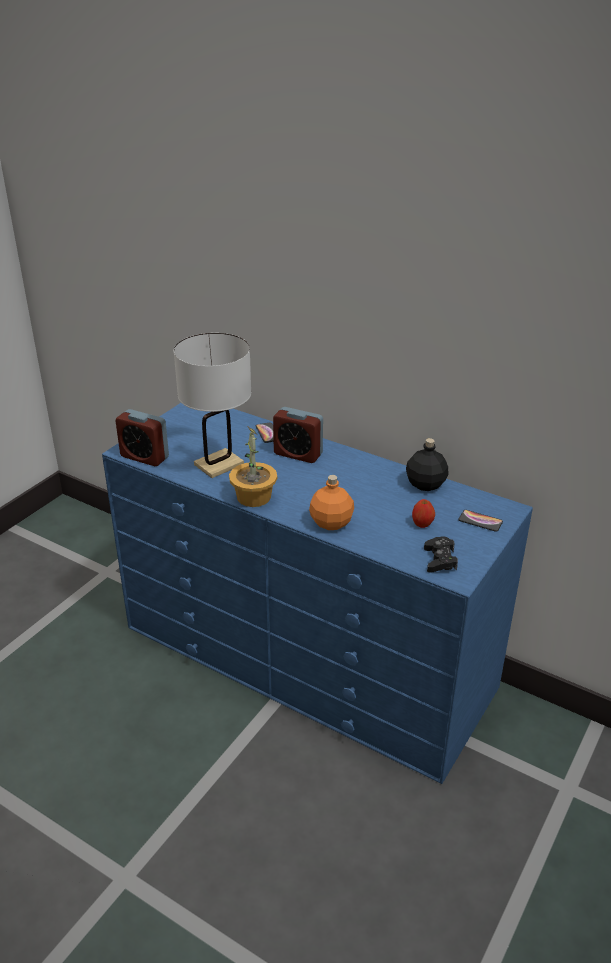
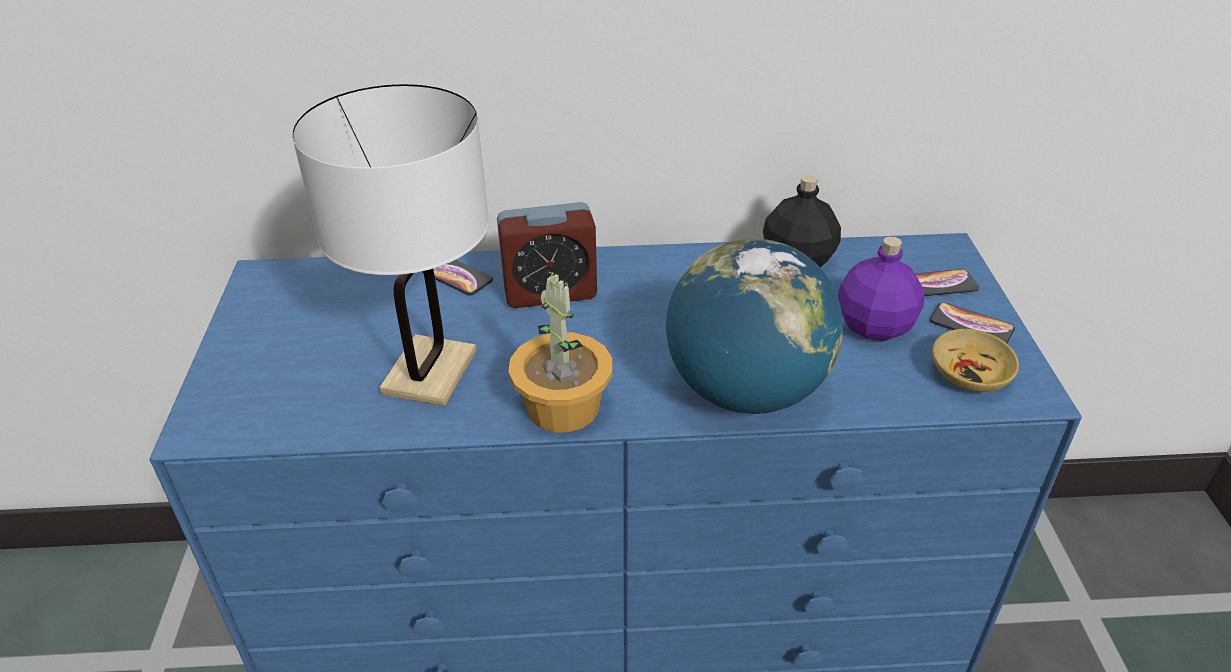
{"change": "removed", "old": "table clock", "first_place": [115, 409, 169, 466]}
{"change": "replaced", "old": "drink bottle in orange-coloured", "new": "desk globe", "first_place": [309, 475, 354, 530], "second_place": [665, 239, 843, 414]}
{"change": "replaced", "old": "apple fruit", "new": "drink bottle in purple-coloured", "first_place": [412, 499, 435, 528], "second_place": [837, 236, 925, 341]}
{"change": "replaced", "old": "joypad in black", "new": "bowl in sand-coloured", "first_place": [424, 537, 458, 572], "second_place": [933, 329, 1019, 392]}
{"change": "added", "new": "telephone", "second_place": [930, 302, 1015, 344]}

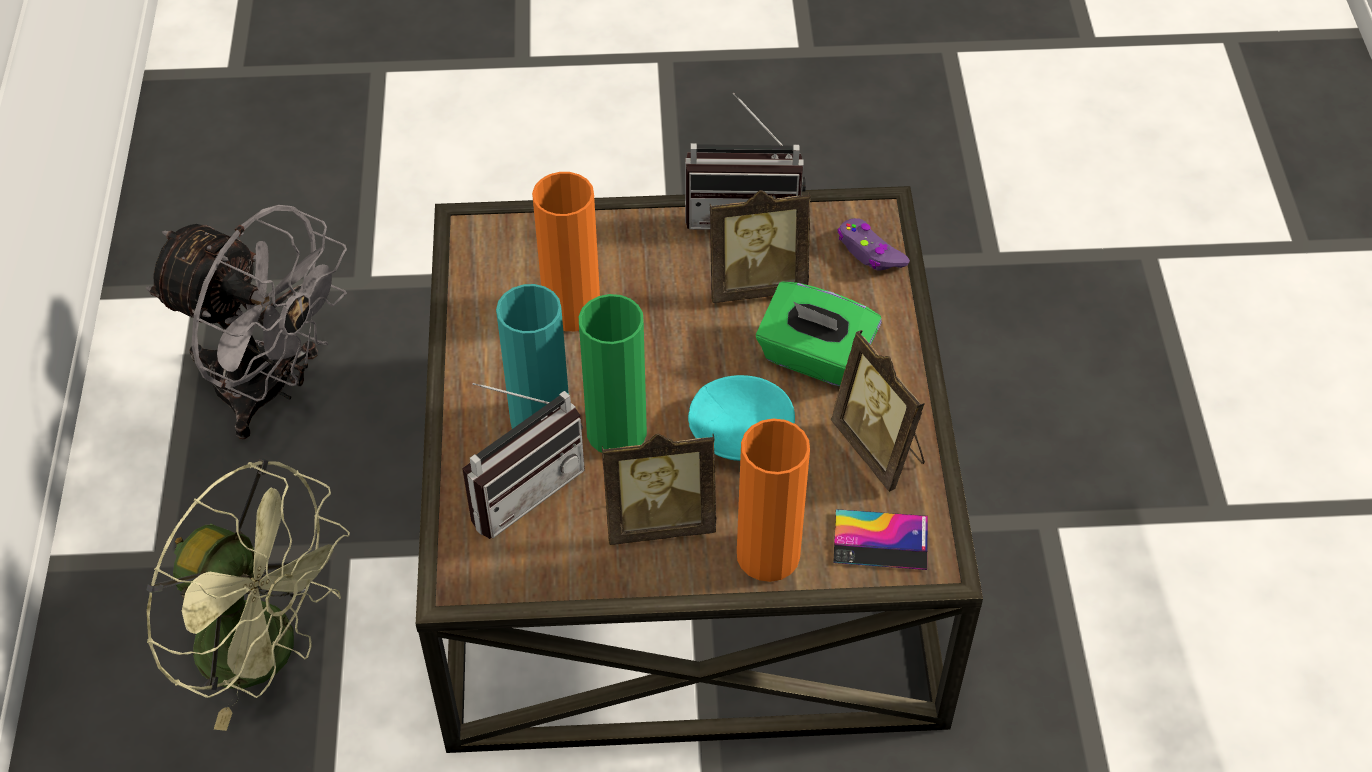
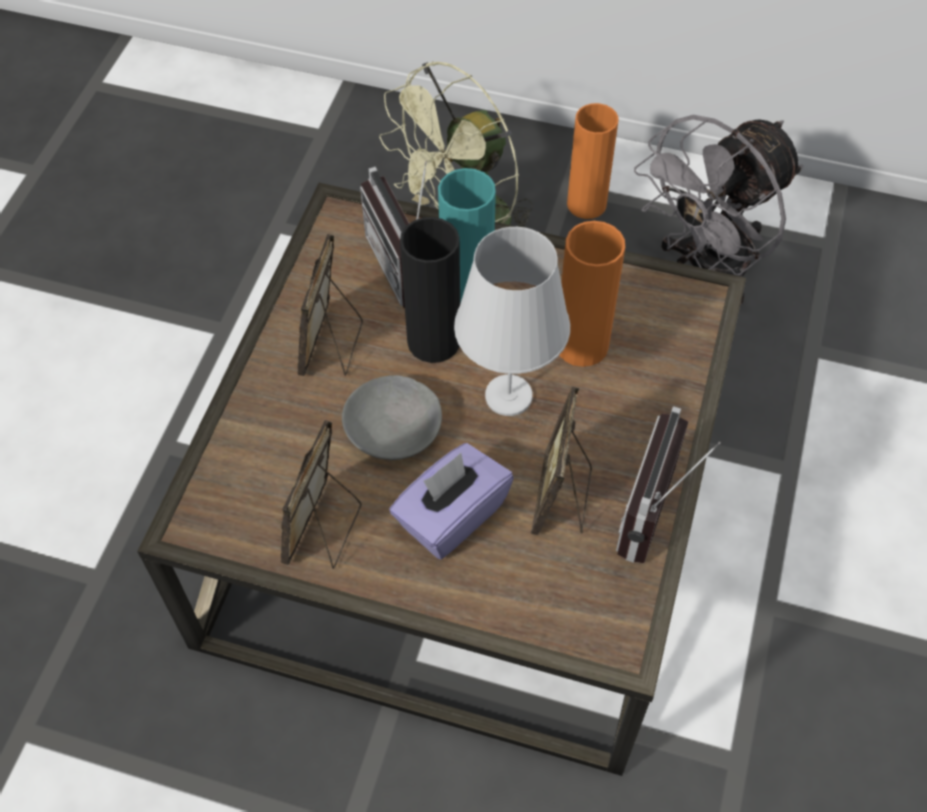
{"change": "removed", "old": "joypad in purple-coloured", "first_place": [837, 218, 910, 271]}
{"change": "recoloured", "old": "box of tissues in greenish", "new": "box of tissues in purple-coloured", "first_place": [756, 281, 882, 387], "second_place": [389, 443, 514, 560]}
{"change": "recoloured", "old": "vase in greenish", "new": "vase in black", "first_place": [579, 294, 647, 453], "second_place": [400, 217, 460, 363]}
{"change": "turned", "old": "photo frame", "first_place": [831, 330, 925, 492], "second_place": [281, 420, 362, 569], "degrees": -60}
{"change": "recoloured", "old": "bowl in turquoise-coloured", "new": "bowl in gray", "first_place": [688, 375, 795, 461], "second_place": [342, 375, 442, 460]}
{"change": "moved", "old": "vase in orange-coloured", "first_place": [737, 418, 810, 582], "second_place": [567, 103, 619, 219]}
{"change": "removed", "old": "telephone", "first_place": [833, 509, 928, 570]}
{"change": "added", "new": "tabletop lamp in white", "second_place": [454, 227, 570, 416]}

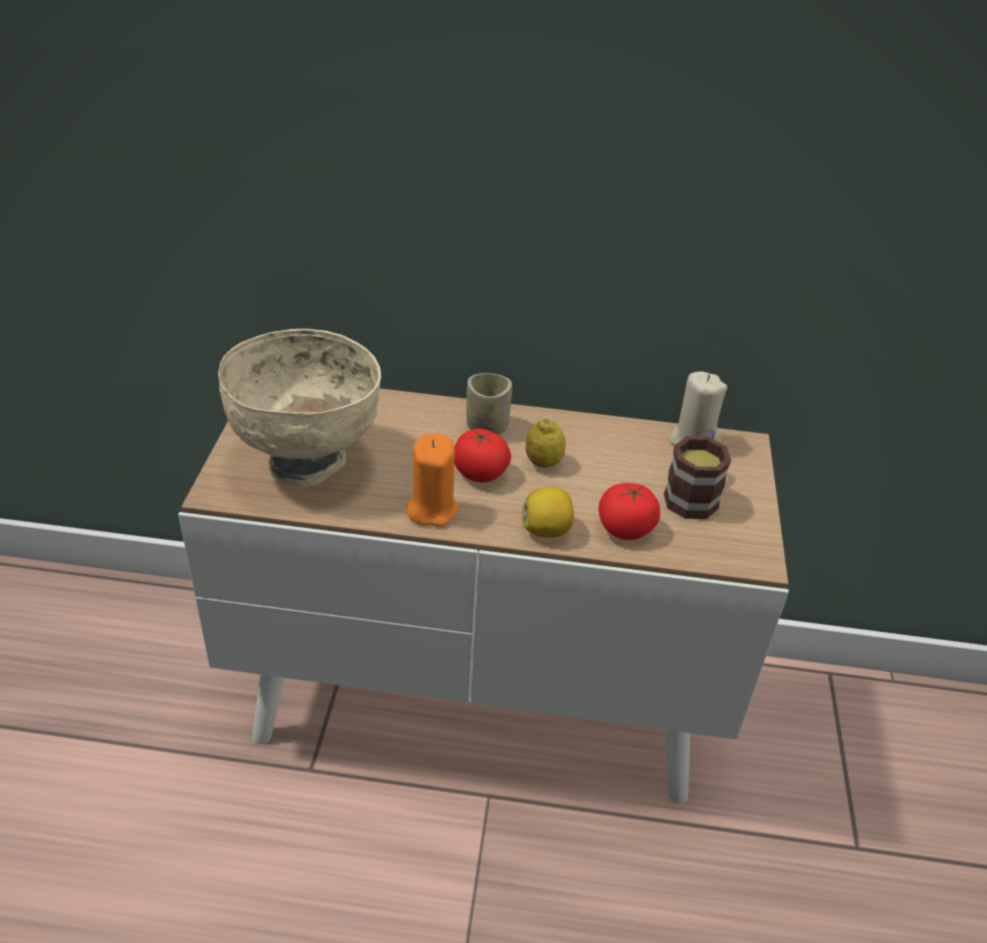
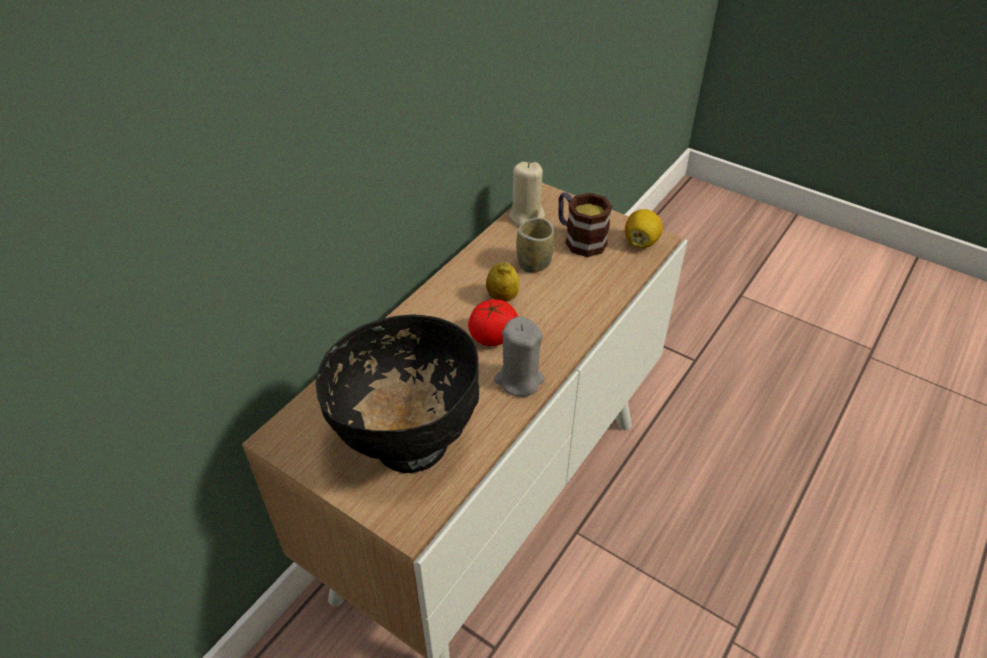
{"change": "recoloured", "old": "bowl in sand-coloured", "new": "bowl in black", "first_place": [218, 329, 381, 487], "second_place": [316, 314, 479, 473]}
{"change": "moved", "old": "cup", "first_place": [466, 373, 512, 434], "second_place": [516, 218, 554, 273]}
{"change": "recoloured", "old": "wax light in orange-coloured", "new": "wax light in gray", "first_place": [406, 434, 458, 526], "second_place": [494, 316, 544, 397]}
{"change": "removed", "old": "whole tomato", "first_place": [598, 483, 660, 540]}
{"change": "moved", "old": "whole lemon", "first_place": [521, 487, 574, 537], "second_place": [625, 209, 663, 248]}

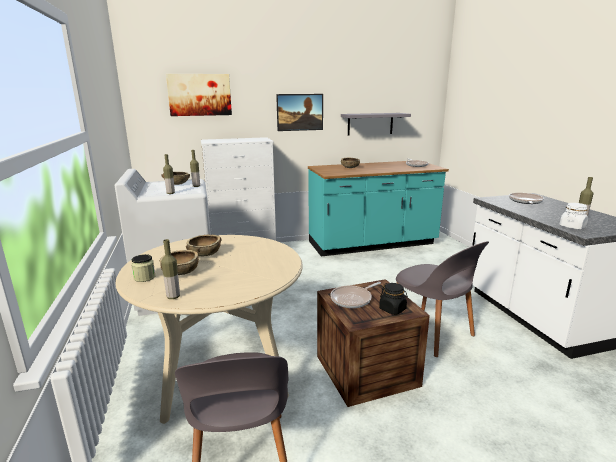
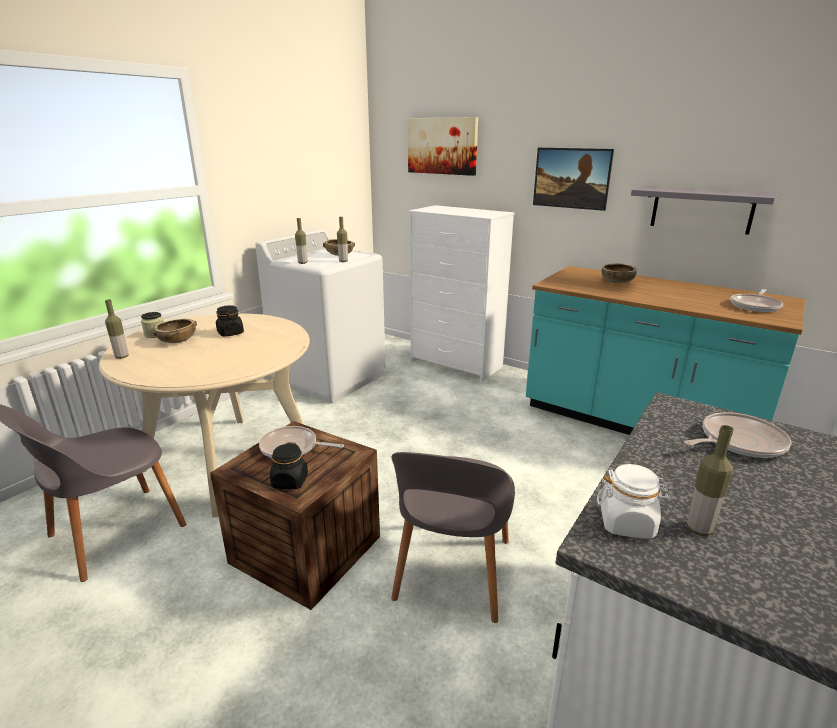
{"change": "replaced", "old": "bowl in brownish", "new": "storage jar in black", "first_place": [186, 235, 221, 256], "second_place": [216, 305, 244, 337]}

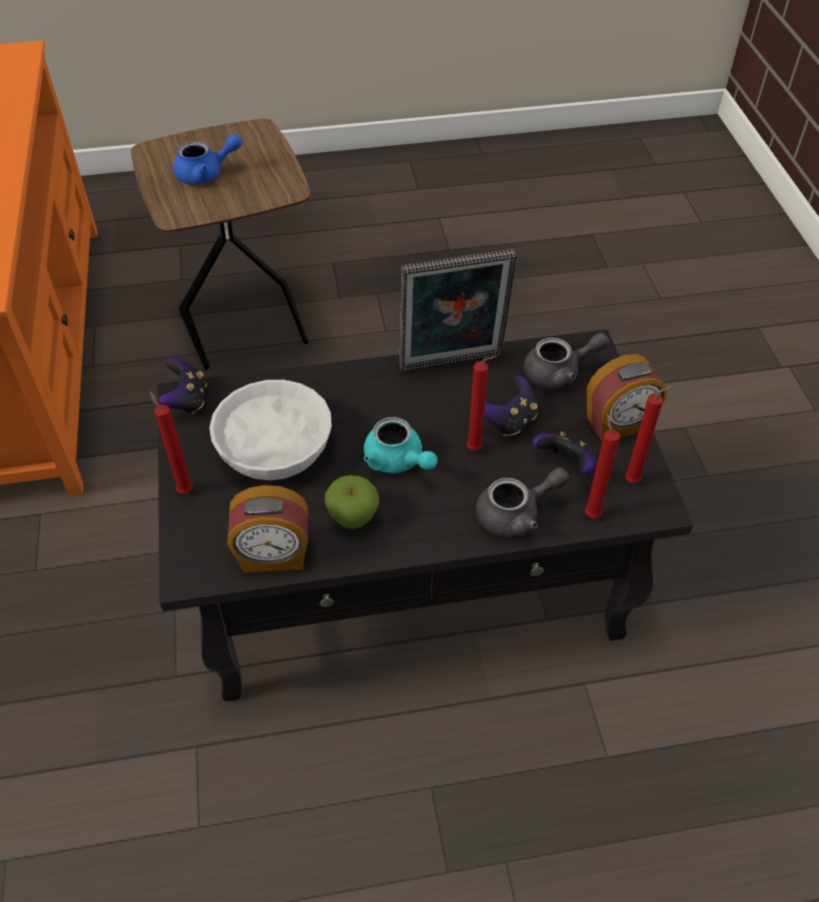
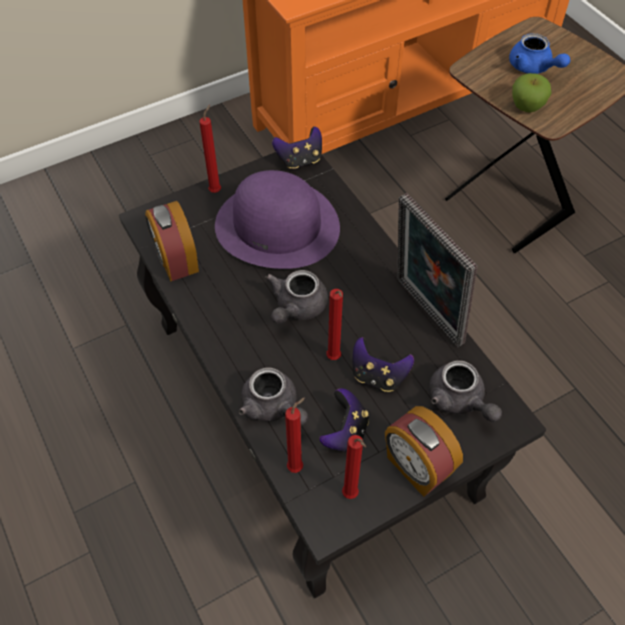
{"change": "replaced", "old": "bowl in white", "new": "clothing hat in purple-coloured", "first_place": [209, 380, 332, 480], "second_place": [215, 170, 340, 269]}
{"change": "recoloured", "old": "teapot in turquoise-coloured", "new": "teapot in gray", "first_place": [364, 417, 438, 473], "second_place": [265, 270, 328, 324]}
{"change": "moved", "old": "apple fruit", "first_place": [325, 475, 379, 529], "second_place": [512, 73, 552, 112]}

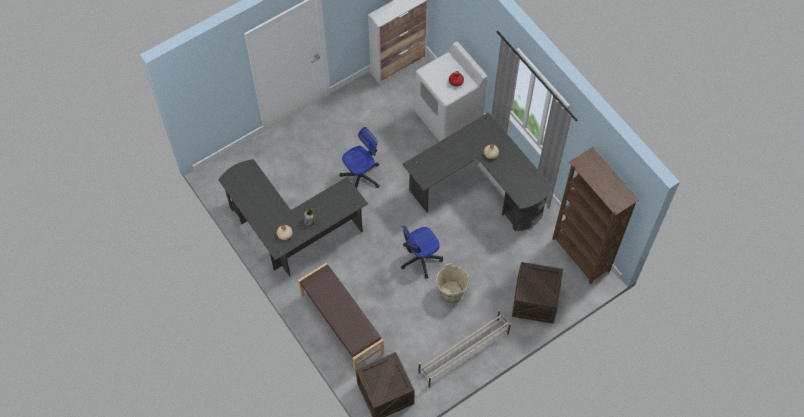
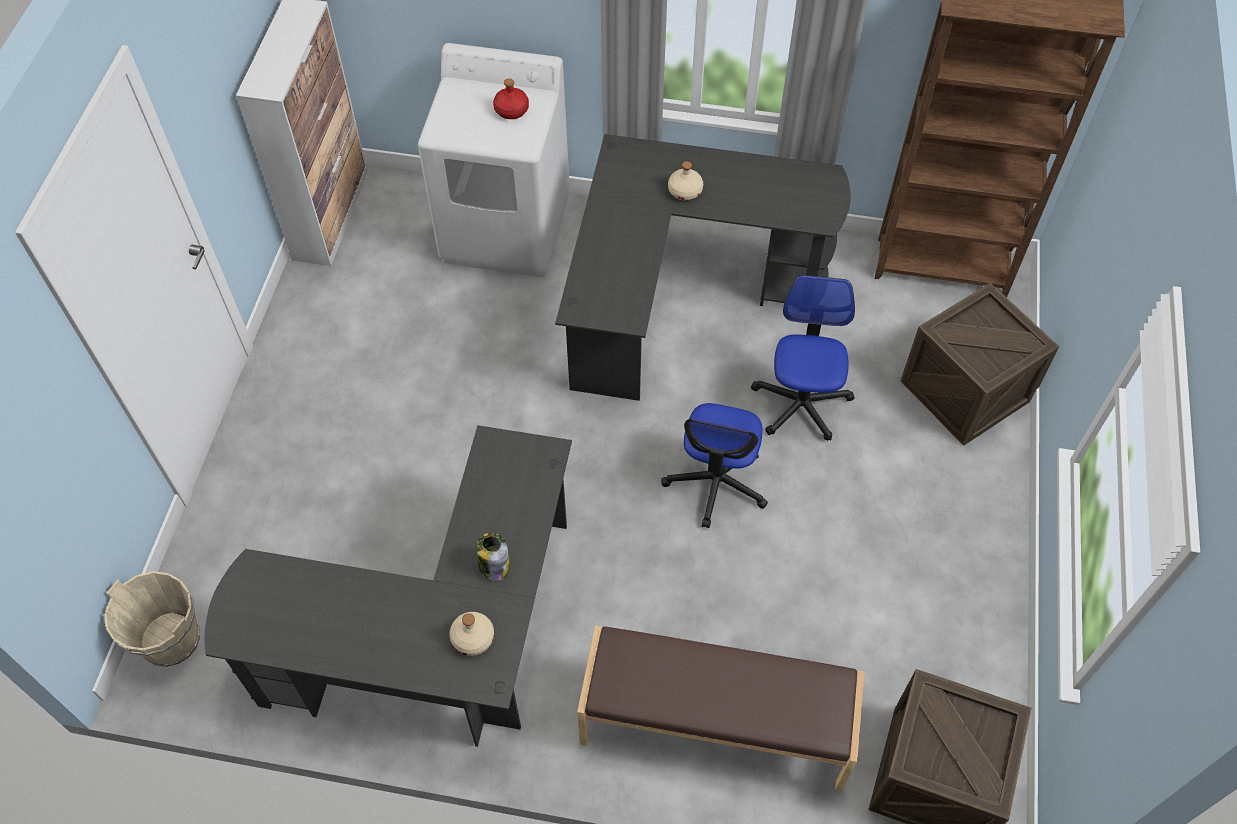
{"change": "moved", "old": "computer chair", "first_place": [339, 127, 380, 188], "second_place": [751, 275, 855, 440]}
{"change": "moved", "old": "bucket in sand-coloured", "first_place": [436, 263, 469, 302], "second_place": [104, 571, 200, 667]}
{"change": "removed", "old": "shoe shelf in sand-coloured", "first_place": [418, 310, 511, 388]}

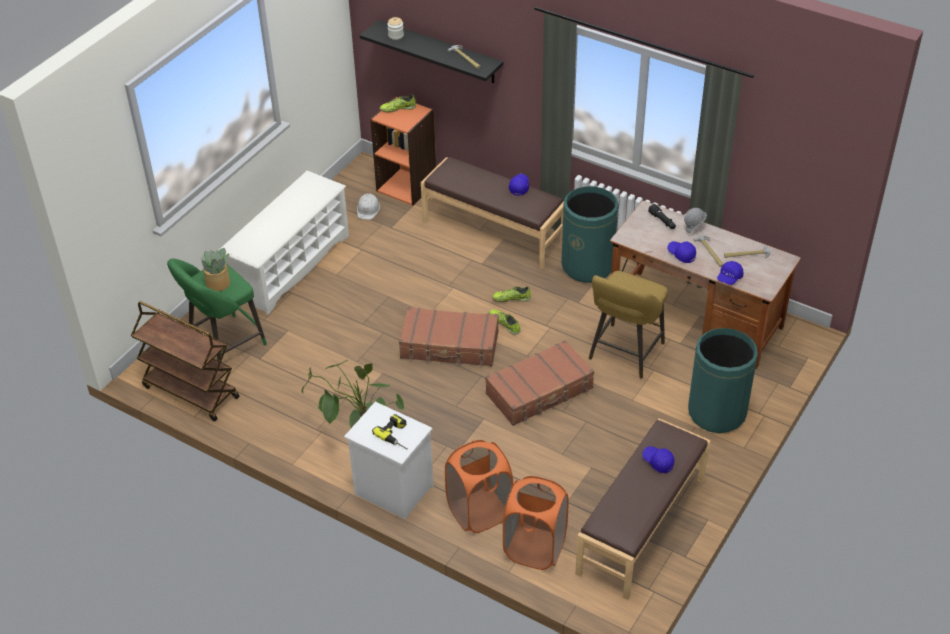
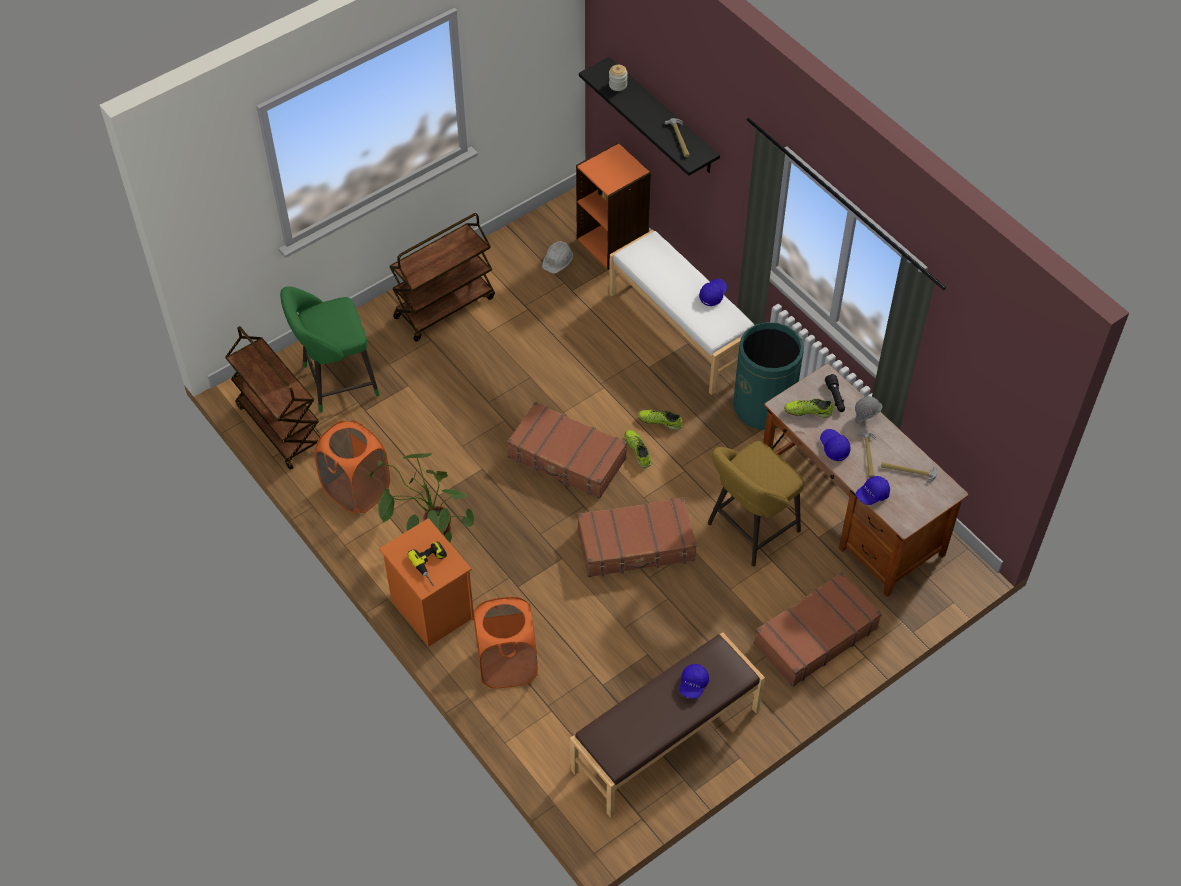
{"change": "moved", "old": "low shoe", "first_place": [380, 94, 416, 112], "second_place": [784, 399, 833, 418]}
{"change": "recoloured", "old": "indoor bench in brownish", "new": "indoor bench in white", "first_place": [421, 157, 564, 269], "second_place": [609, 230, 754, 395]}
{"change": "replaced", "old": "shoe shelf in white", "new": "trolley in brownish", "first_place": [219, 171, 349, 315], "second_place": [389, 213, 495, 341]}
{"change": "removed", "old": "potted plant", "first_place": [200, 248, 230, 291]}
{"change": "replaced", "old": "trash can in greenish", "new": "suitcase in brownish", "first_place": [688, 328, 758, 433], "second_place": [754, 572, 882, 687]}
{"change": "recoloured", "old": "night table in white", "new": "night table in orange-coloured", "first_place": [344, 402, 434, 519], "second_place": [379, 518, 474, 647]}
{"change": "turned", "old": "peaked cap in blue-coloured", "first_place": [642, 446, 675, 473], "second_place": [679, 664, 709, 699], "degrees": -135}
{"change": "moved", "old": "washing basket in orange-coloured", "first_place": [503, 476, 569, 570], "second_place": [314, 420, 390, 514]}

